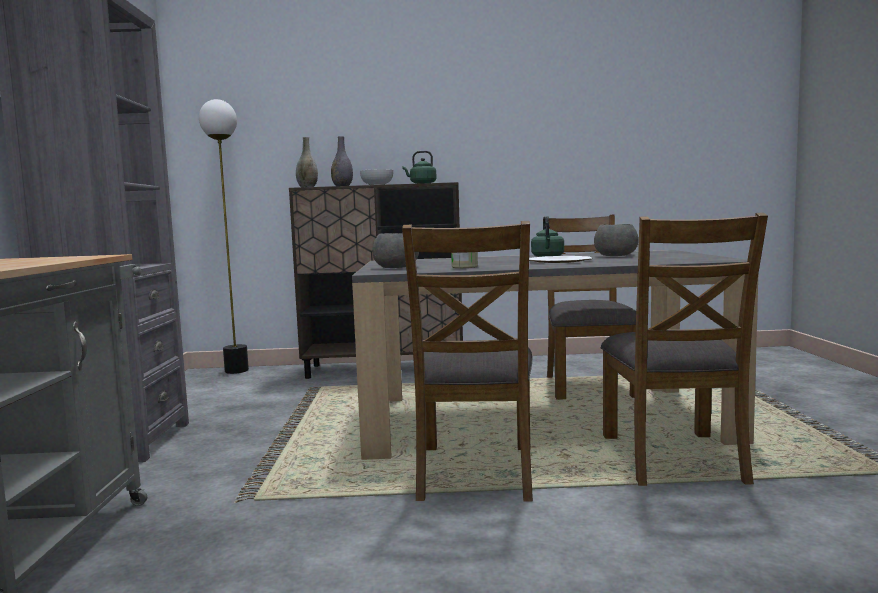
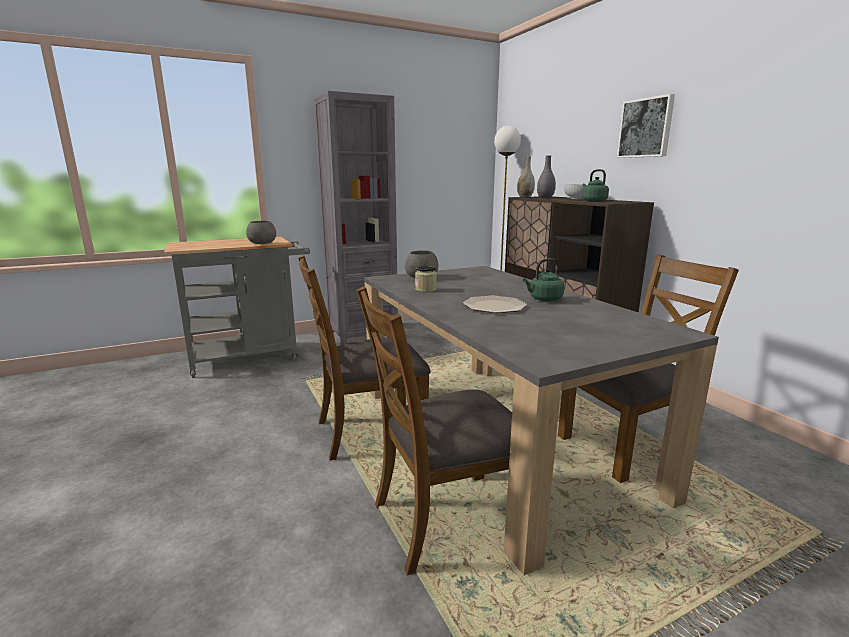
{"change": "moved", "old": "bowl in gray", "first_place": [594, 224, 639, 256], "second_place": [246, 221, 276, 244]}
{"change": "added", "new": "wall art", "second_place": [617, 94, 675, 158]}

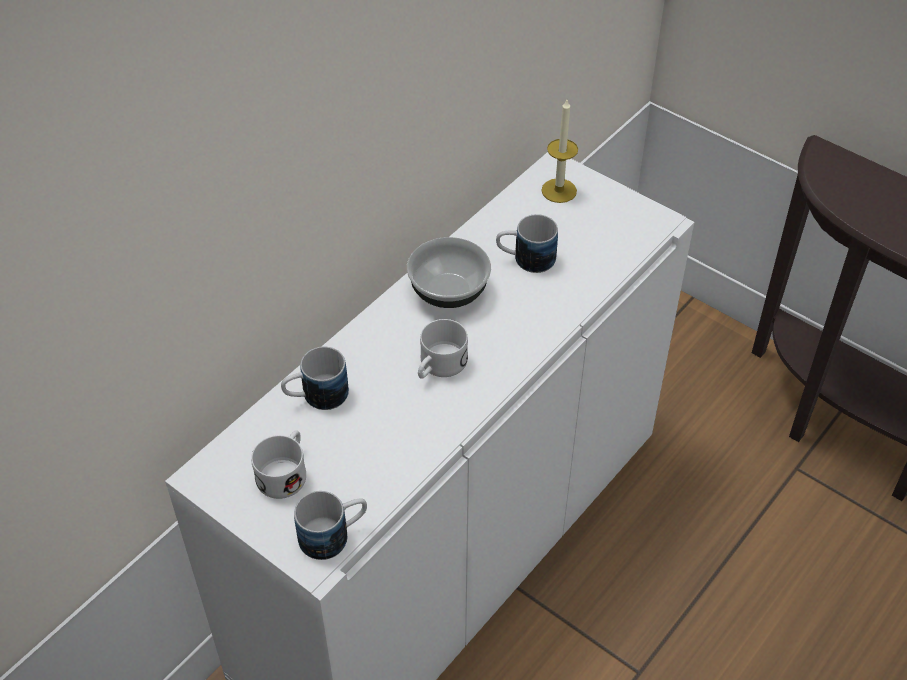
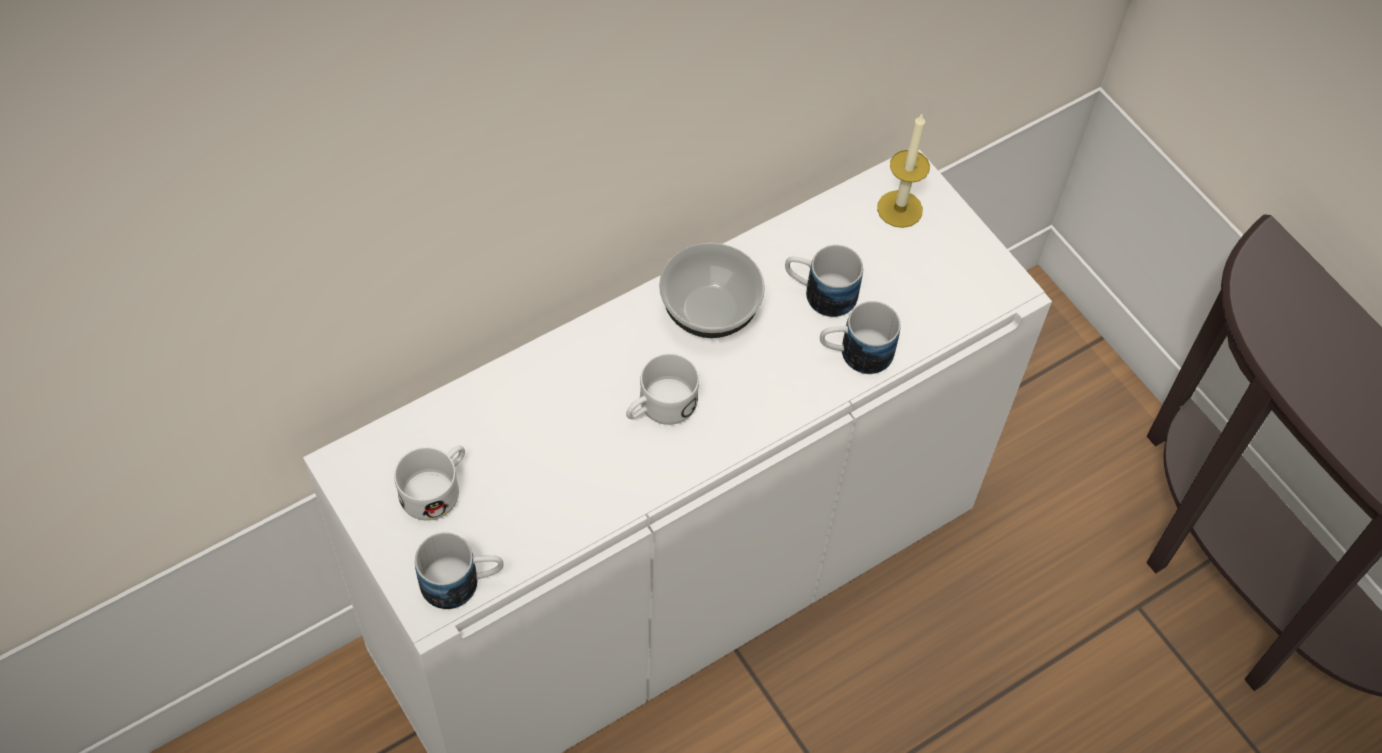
{"change": "moved", "old": "coffee mug", "first_place": [281, 346, 349, 410], "second_place": [820, 301, 901, 374]}

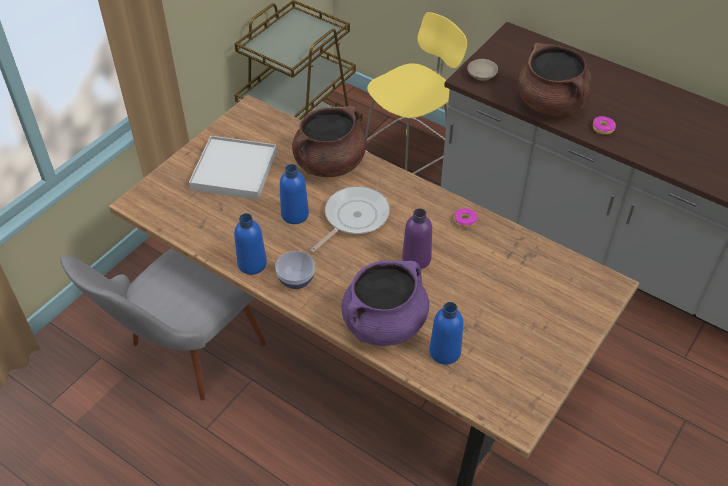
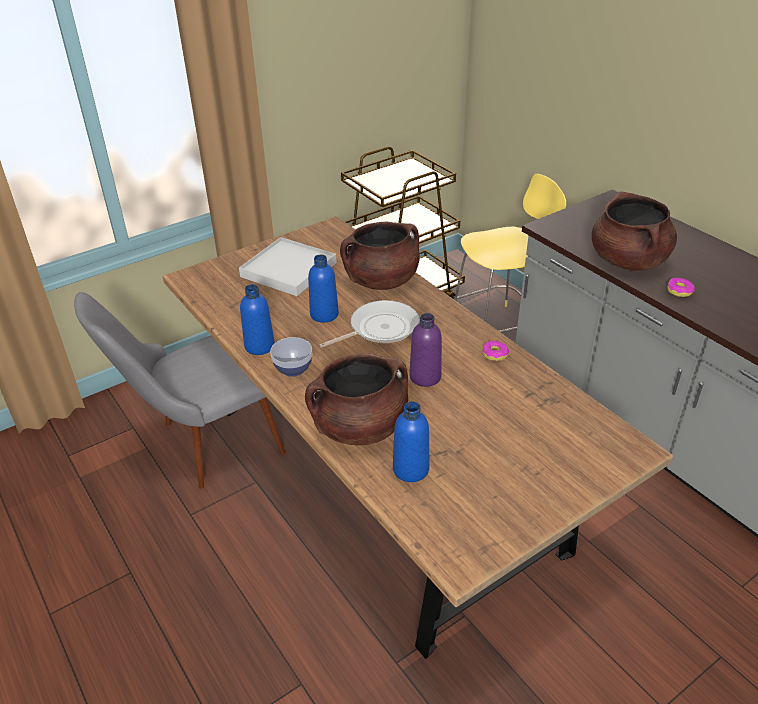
{"change": "removed", "old": "bowl in sand-coloured", "first_place": [467, 59, 498, 81]}
{"change": "recoloured", "old": "saucepot in purple-coloured", "new": "saucepot in brownish", "first_place": [342, 260, 429, 346], "second_place": [305, 354, 408, 445]}

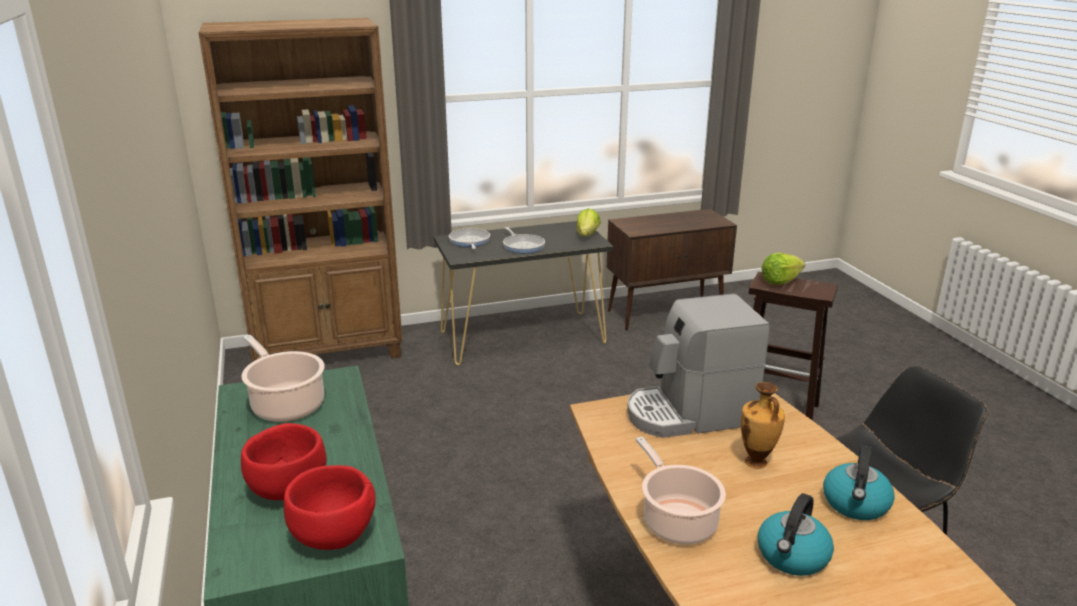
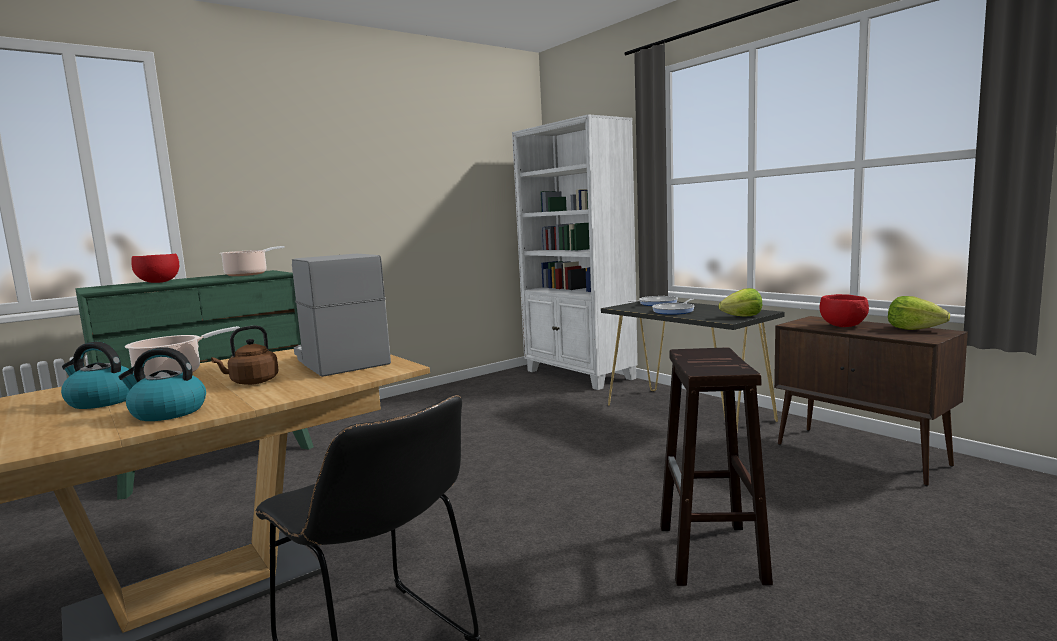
{"change": "recoloured", "old": "bookshelf in brownish", "new": "bookshelf in white", "first_place": [198, 18, 403, 362], "second_place": [512, 114, 638, 390]}
{"change": "moved", "old": "lettuce", "first_place": [761, 253, 805, 285], "second_place": [888, 296, 950, 330]}
{"change": "replaced", "old": "vase", "new": "tea kettle in brownish", "first_place": [741, 382, 785, 469], "second_place": [211, 325, 279, 385]}
{"change": "moved", "old": "bowl in red", "first_place": [284, 465, 376, 550], "second_place": [820, 294, 869, 327]}

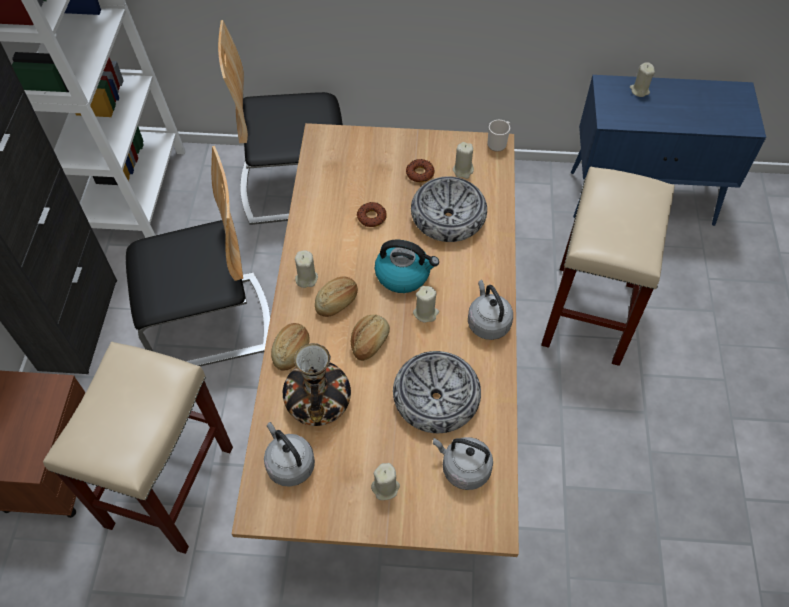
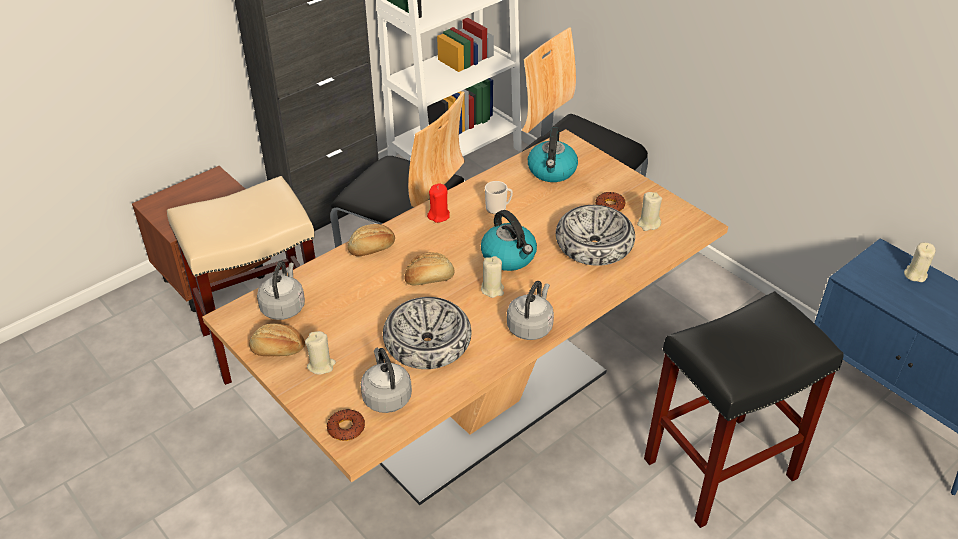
{"change": "moved", "old": "coffee mug", "first_place": [487, 120, 510, 152], "second_place": [485, 181, 513, 214]}
{"change": "recoloured", "old": "sitting stool in sand-coloured", "new": "sitting stool in black", "first_place": [541, 167, 675, 366], "second_place": [644, 291, 844, 528]}
{"change": "moved", "old": "donut", "first_place": [357, 202, 387, 227], "second_place": [327, 409, 365, 441]}
{"change": "recoloured", "old": "wax light in sand-coloured", "new": "wax light in red", "first_place": [295, 250, 318, 288], "second_place": [427, 183, 450, 223]}
{"change": "moved", "old": "baked bread", "first_place": [315, 276, 358, 317], "second_place": [249, 324, 305, 356]}
{"change": "removed", "old": "vase", "first_place": [283, 343, 351, 426]}
{"change": "added", "new": "tea kettle", "second_place": [528, 127, 578, 182]}

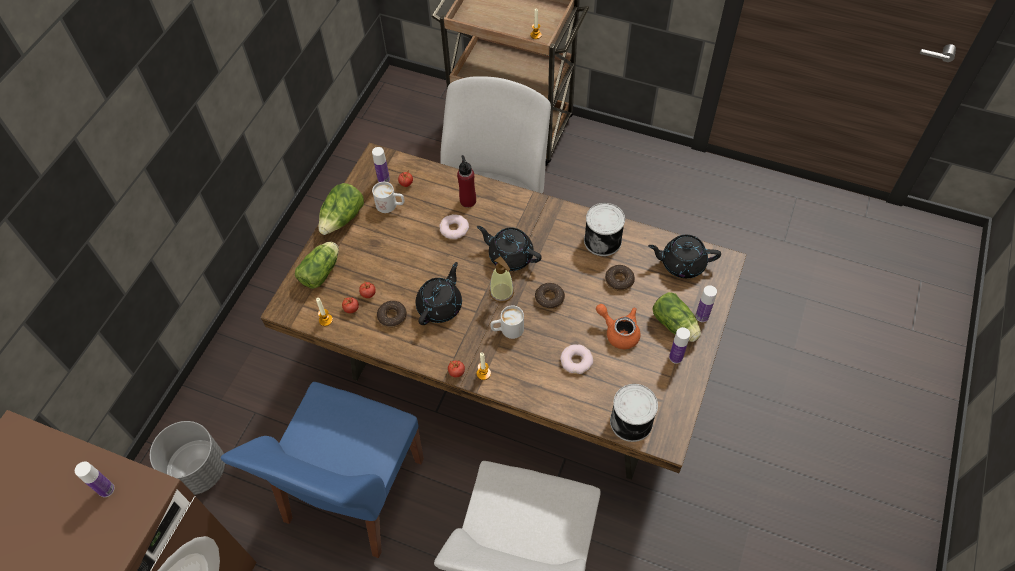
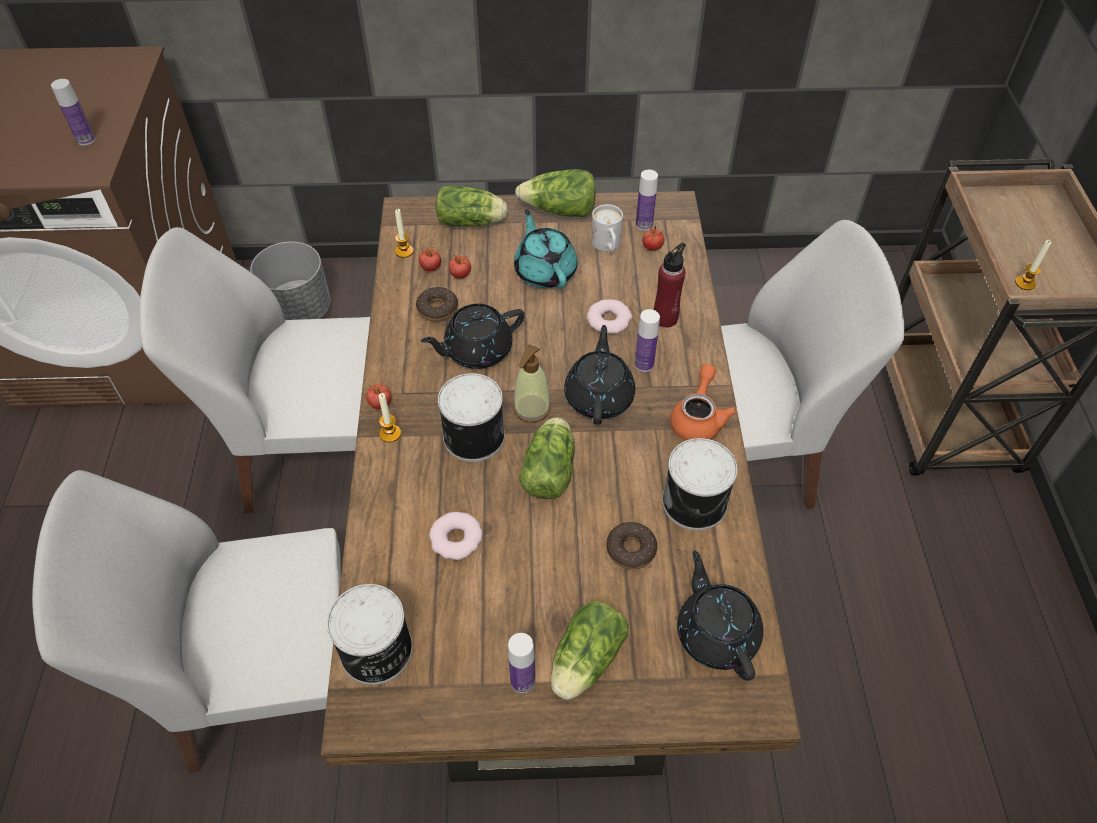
{"change": "turned", "old": "teapot in black", "first_place": [416, 262, 462, 325], "second_place": [421, 304, 525, 369], "degrees": 150}
{"change": "replaced", "old": "donut", "new": "lettuce", "first_place": [535, 283, 565, 310], "second_place": [519, 417, 575, 499]}
{"change": "moved", "old": "drink bottle", "first_place": [695, 285, 717, 322], "second_place": [634, 309, 660, 372]}
{"change": "moved", "old": "teapot in orange-coloured", "first_place": [596, 304, 641, 349], "second_place": [670, 364, 737, 441]}
{"change": "replaced", "old": "coffee mug in white", "new": "metal can", "first_place": [490, 305, 524, 339], "second_place": [438, 373, 505, 462]}
{"change": "recoloured", "old": "plain chair in blue-coloured", "new": "plain chair in white", "first_place": [220, 382, 424, 558], "second_place": [139, 227, 370, 513]}
{"change": "added", "new": "teapot in turquoise-coloured", "second_place": [514, 209, 578, 289]}

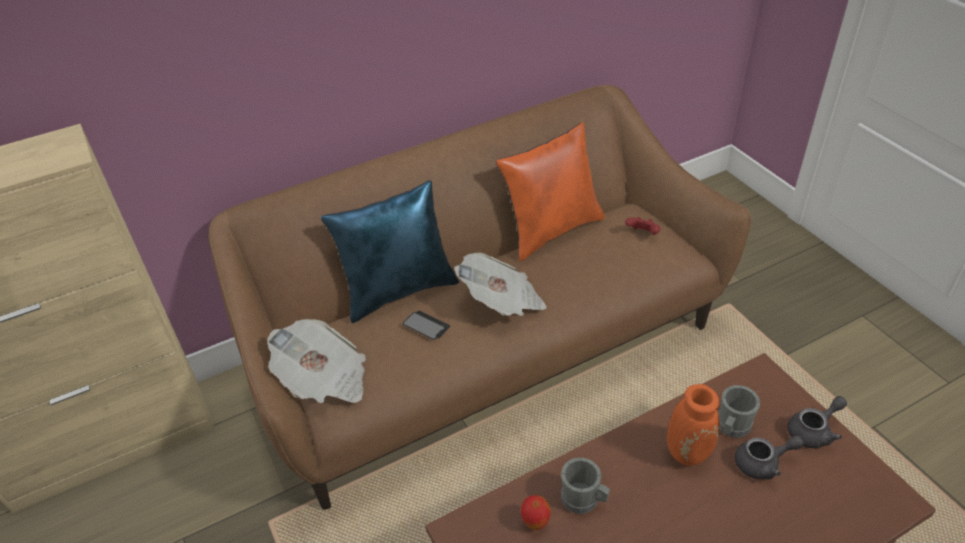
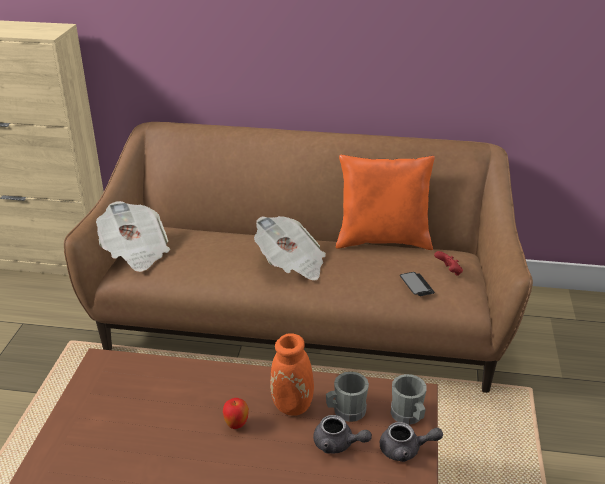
{"change": "removed", "old": "cushion in blue-coloured", "first_place": [321, 180, 459, 323]}
{"change": "moved", "old": "telephone", "first_place": [403, 311, 450, 340], "second_place": [400, 272, 435, 296]}
{"change": "moved", "old": "coffee mug in gray", "first_place": [561, 457, 610, 514], "second_place": [391, 374, 427, 425]}
{"change": "moved", "old": "apple fruit", "first_place": [521, 495, 551, 530], "second_place": [223, 398, 249, 429]}

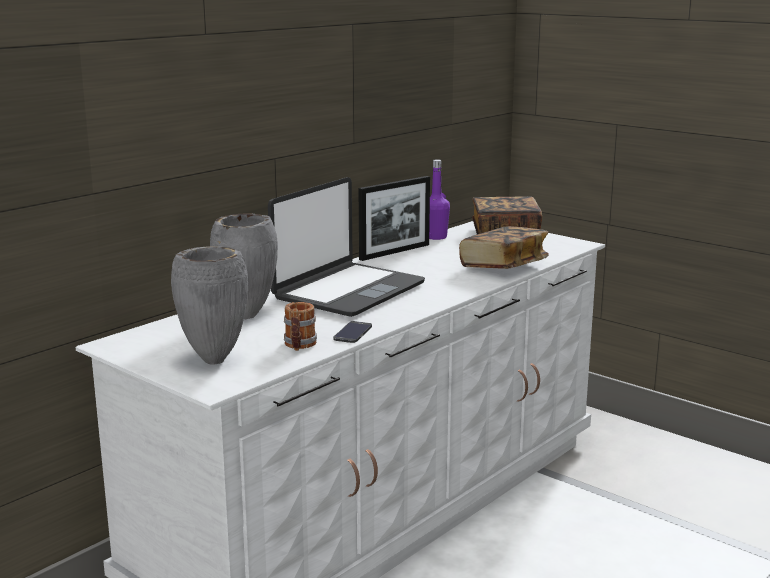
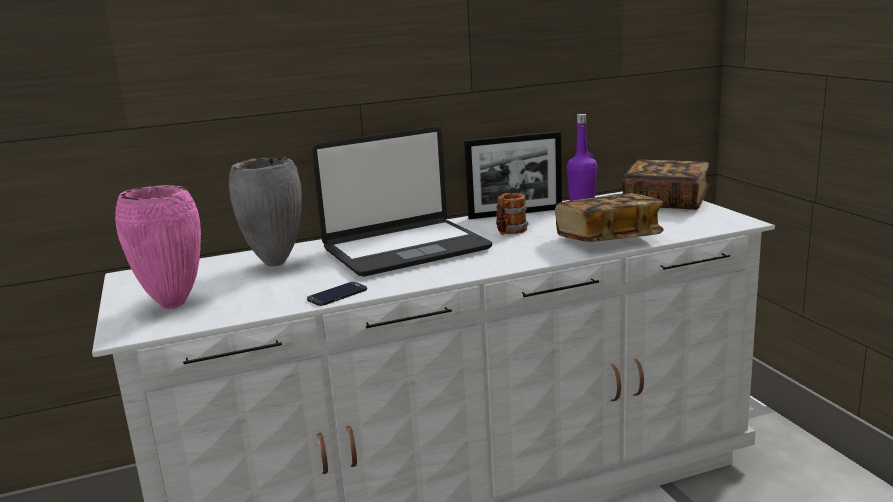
{"change": "recoloured", "old": "vase in gray", "new": "vase in pink-coloured", "first_place": [171, 246, 248, 365], "second_place": [115, 185, 201, 309]}
{"change": "moved", "old": "coffee mug", "first_place": [284, 302, 317, 351], "second_place": [496, 193, 529, 235]}

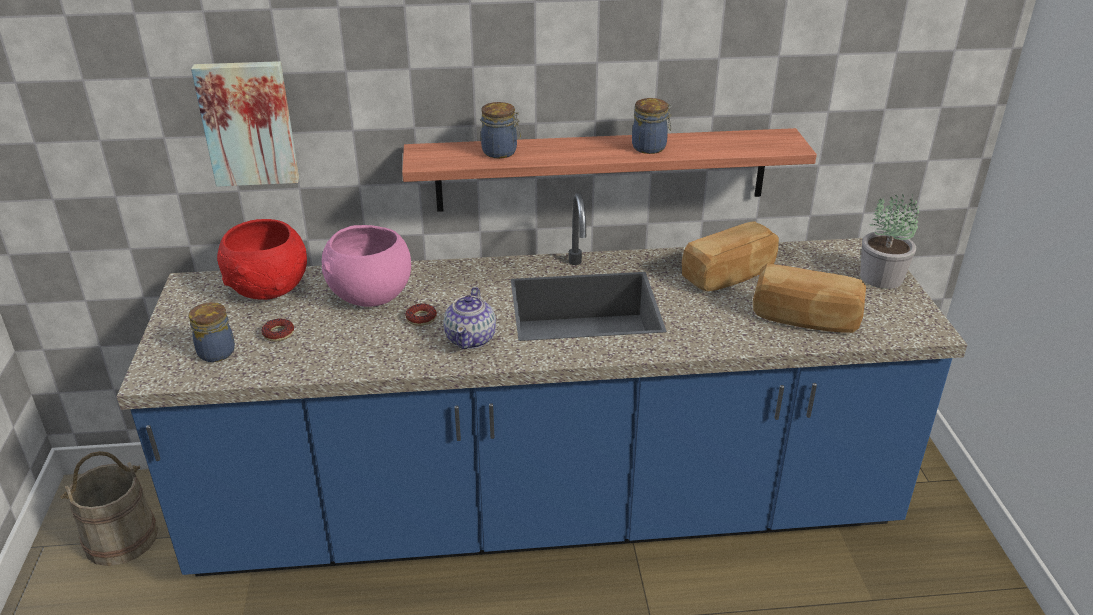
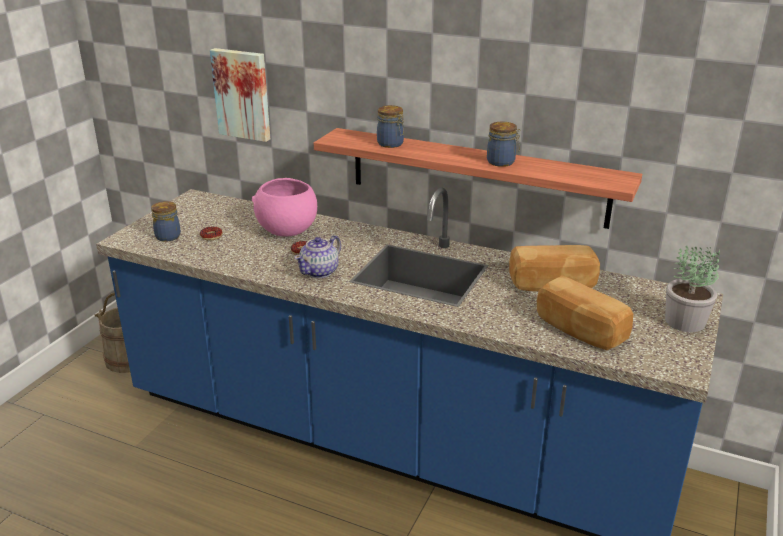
{"change": "removed", "old": "bowl in red", "first_place": [217, 219, 307, 300]}

